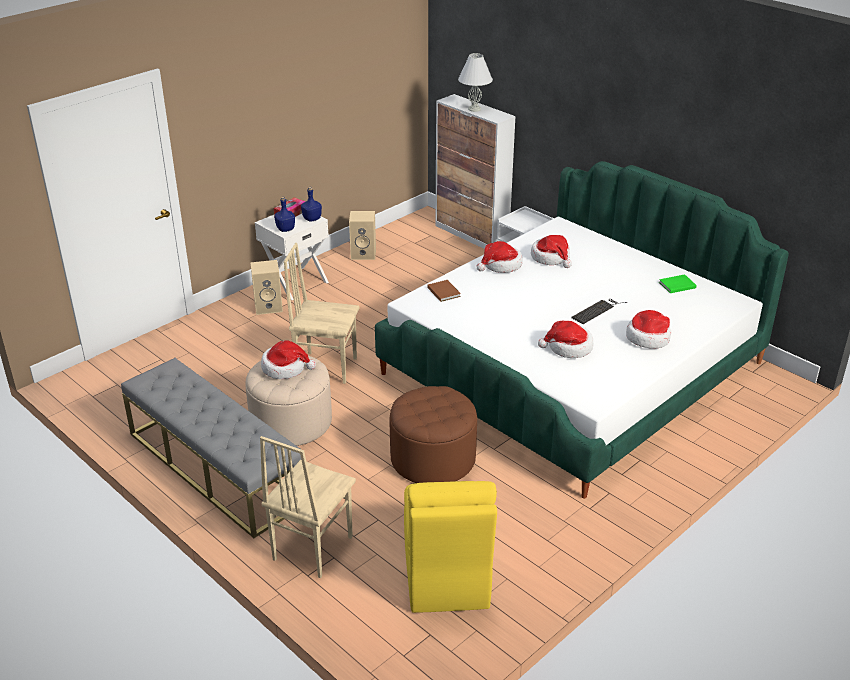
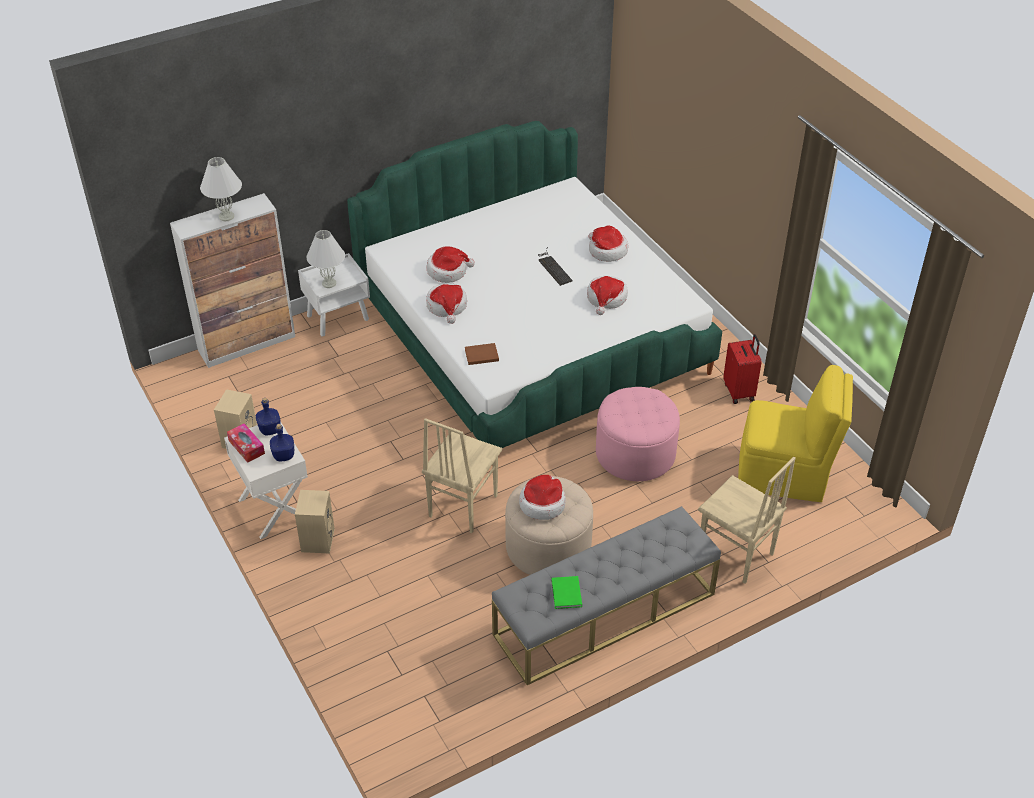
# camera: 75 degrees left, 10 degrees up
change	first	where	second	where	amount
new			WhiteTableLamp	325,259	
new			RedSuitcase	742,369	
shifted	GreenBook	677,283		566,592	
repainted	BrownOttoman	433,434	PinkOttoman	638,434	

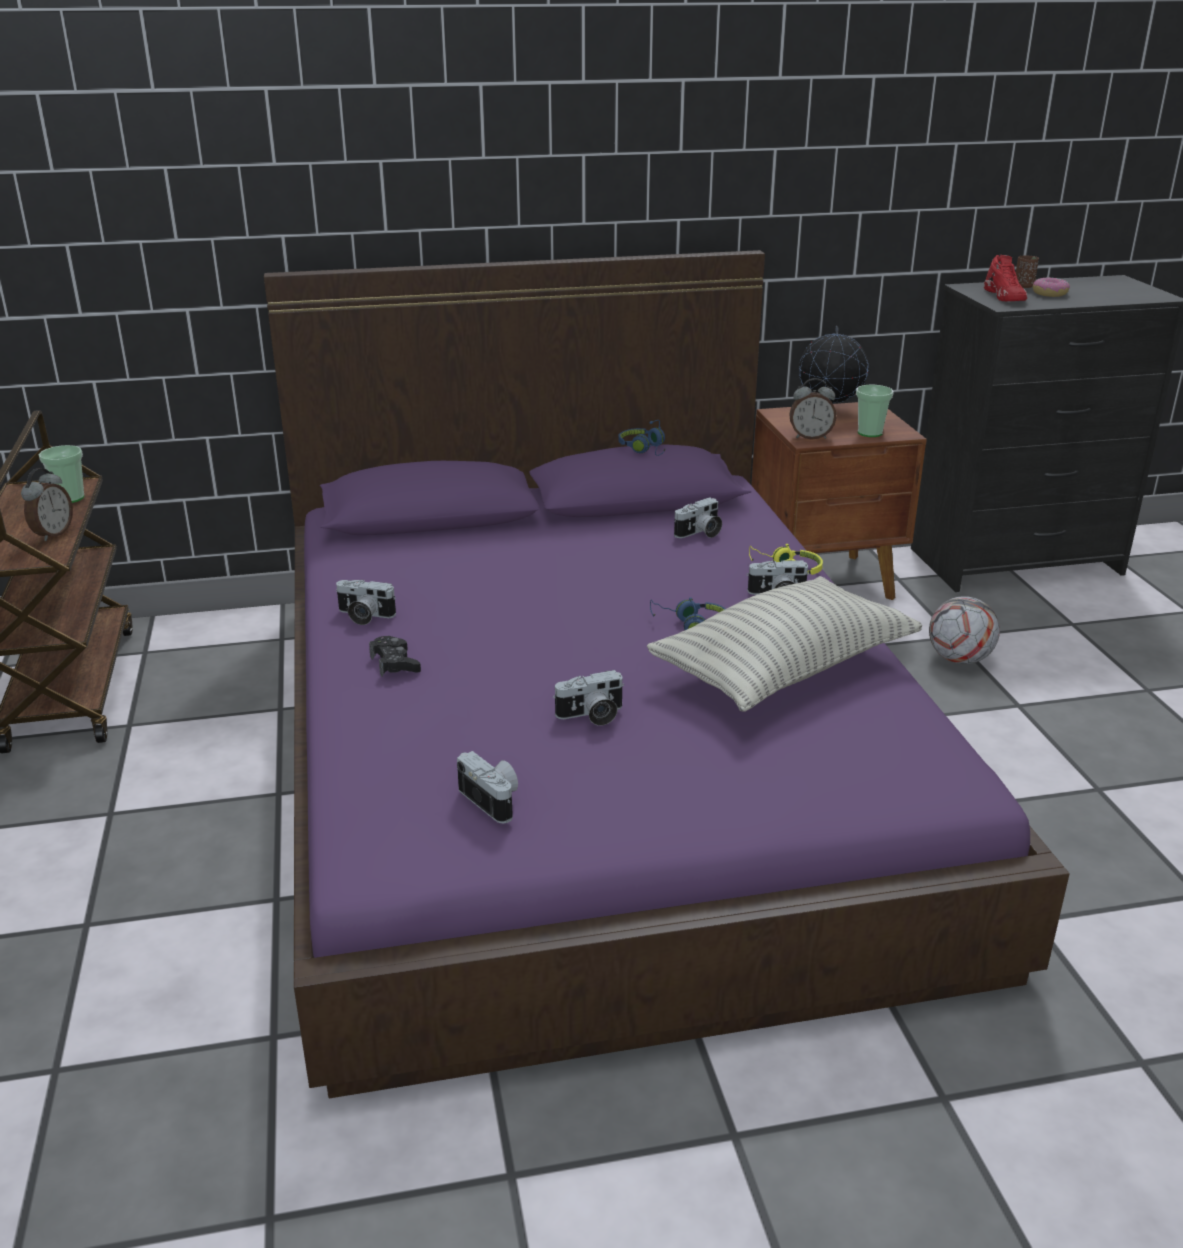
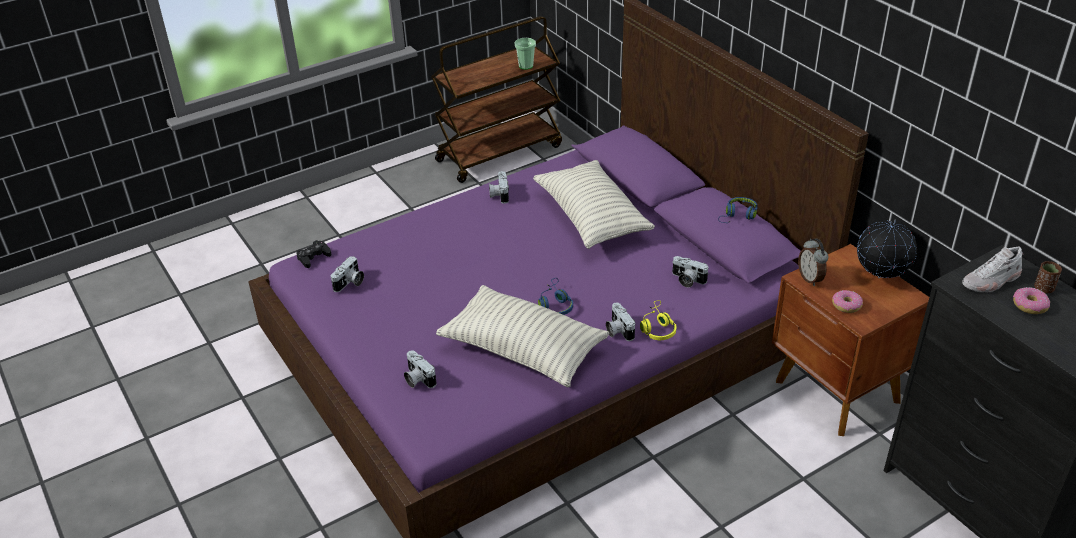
# camera: 70 degrees right, 10 degrees up
change	first	where	second	where	amount
gone	AlarmClock	47,504			
gone	Football	964,630			
new			Pillow	594,204	
shifted	BlackGameController	395,656		313,254	
shifted	PhotoCamera	588,698		420,369	
swapped	Cup	875,411	Donut	847,301	
repainted	RedShoe	1005,278	WhiteShoe	993,269	

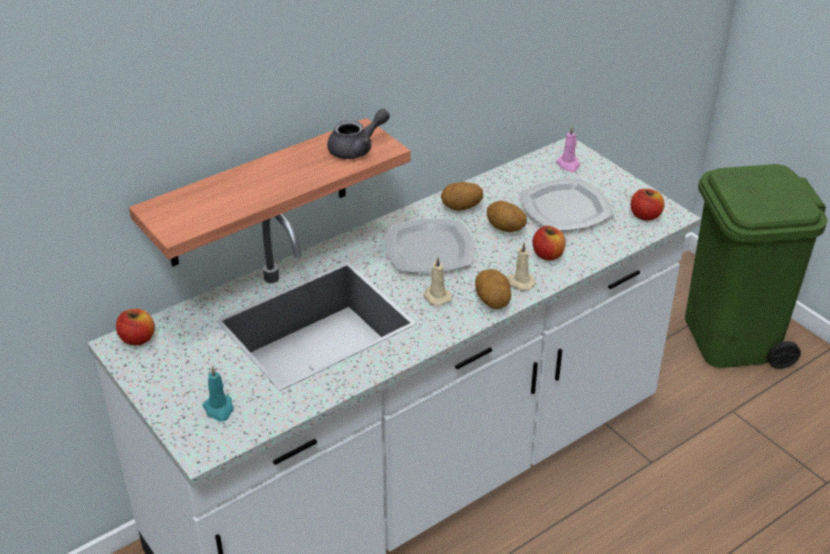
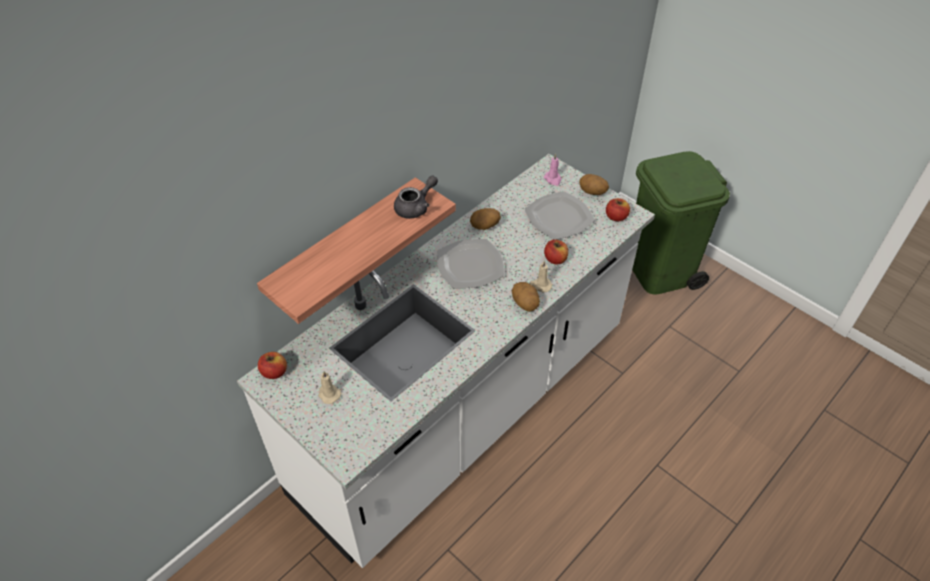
# camera: 10 degrees left, 10 degrees up
change	first	where	second	where	amount
gone	TurquoiseCandle	218,394			
shifted	BeigeCandle	438,281		329,387	
shifted	Potato	507,216		594,184	

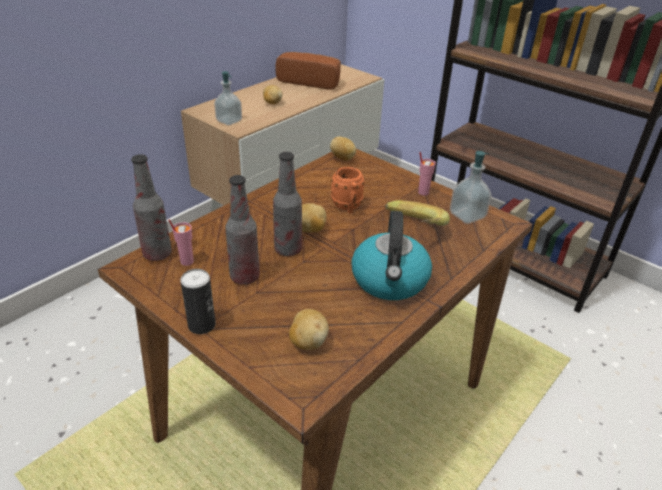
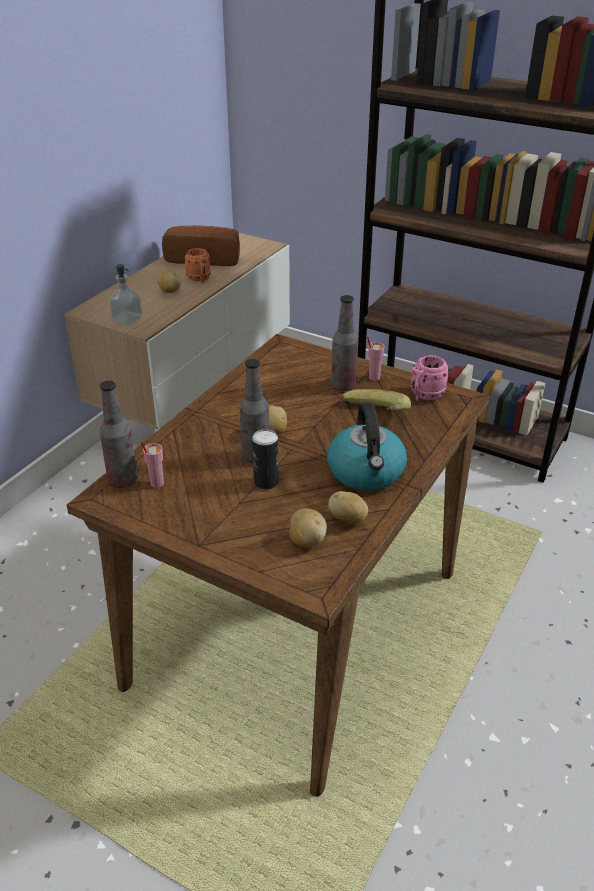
# camera: 10 degrees left, 0 degrees up
change	first	where	second	where	amount
shifted	Can	198,301		265,459	
shifted	Bottle	242,230		344,343	
shifted	Potato	343,149		348,508	
shifted	OrangeMug	348,190		197,265	
swapped	SoapDispenser	471,187	PinkMug	430,378	

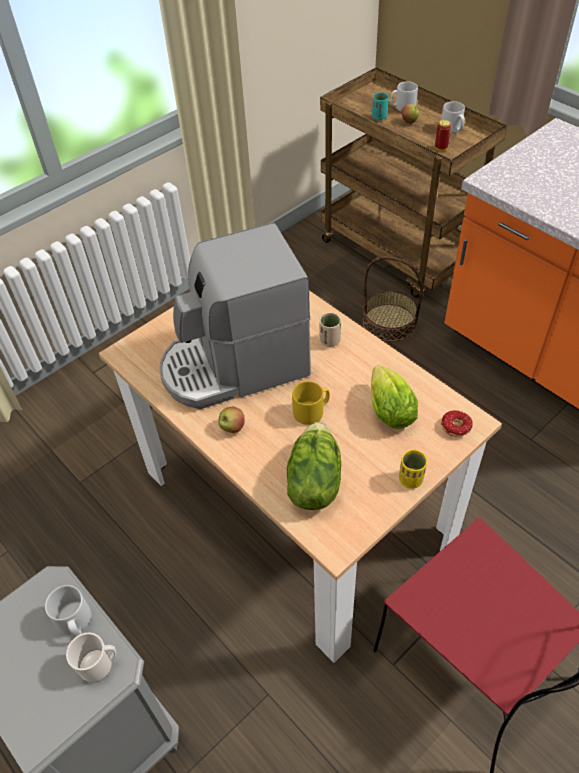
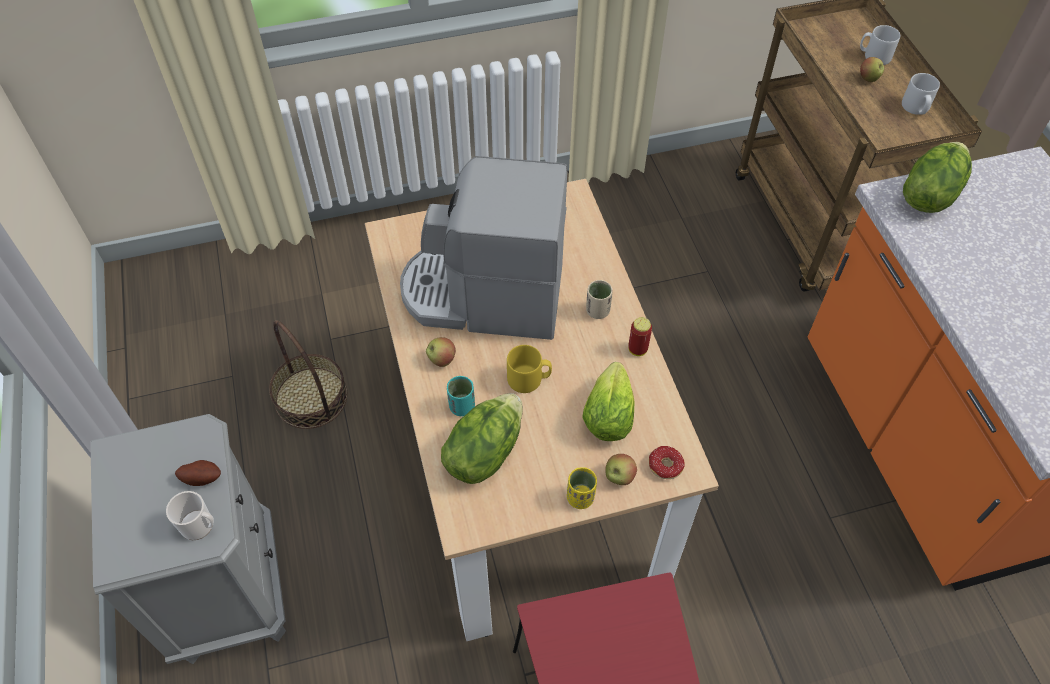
# camera: 25 degrees right, 5 degrees up
change	first	where	second	where	amount
new			Apple	621,469	
new			Lettuce	937,177	
shifted	Basket	393,299		308,374	
shifted	TurquoiseCup	380,106		461,396	
shifted	Can	443,135		640,336	
swapped	GreyMug	68,611	Potato	198,473	

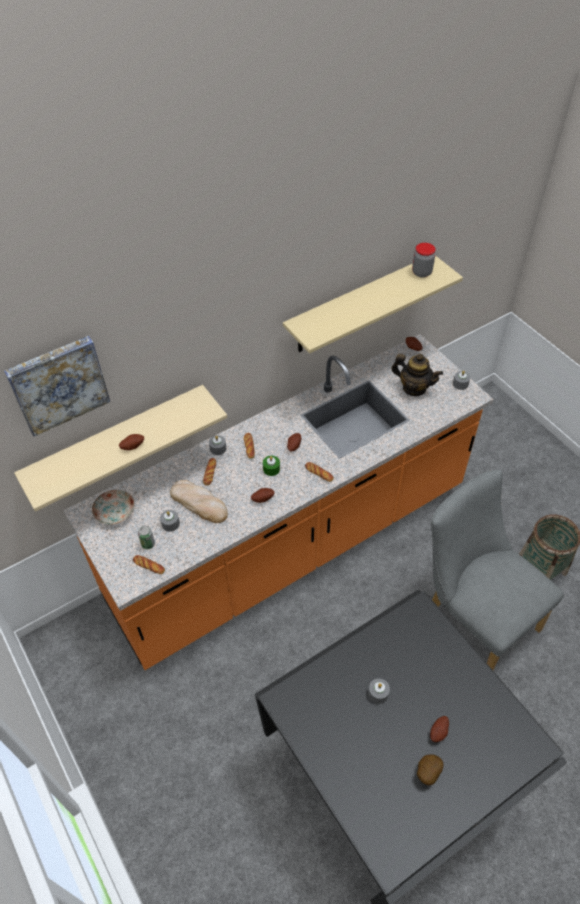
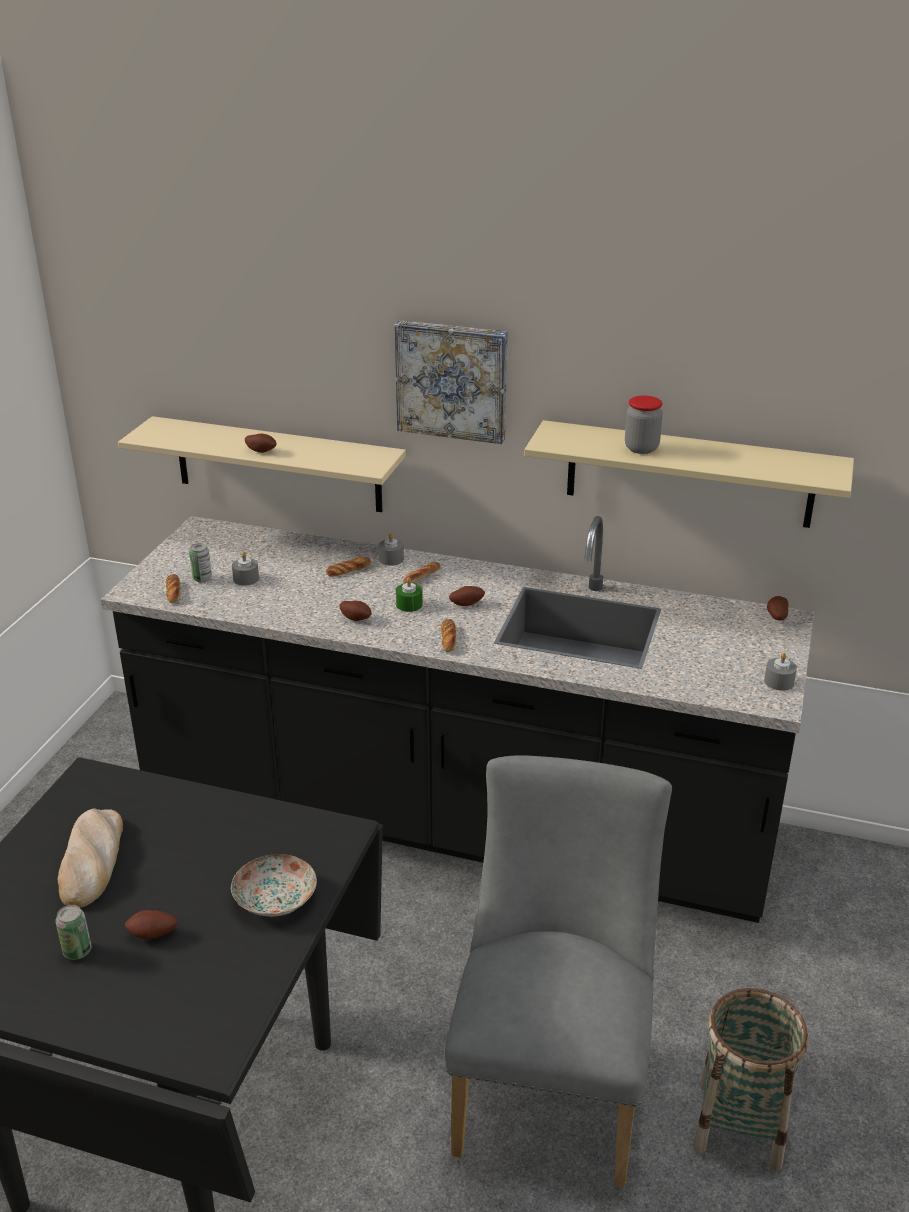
# camera: 50 degrees right, 20 degrees down
change	first	where	second	where	amount
gone	GreyCandle	379,691			
gone	Teapot	417,375			
shifted	Picture	57,386		451,382	
shifted	Plate	113,507		274,885	
shifted	Bread	199,501		90,858	
shifted	Jar	424,260		644,425	
swapped	Potato	430,769	Can	73,932	
repainted	OrangeCounter	278,502	BlackCounter	457,719	

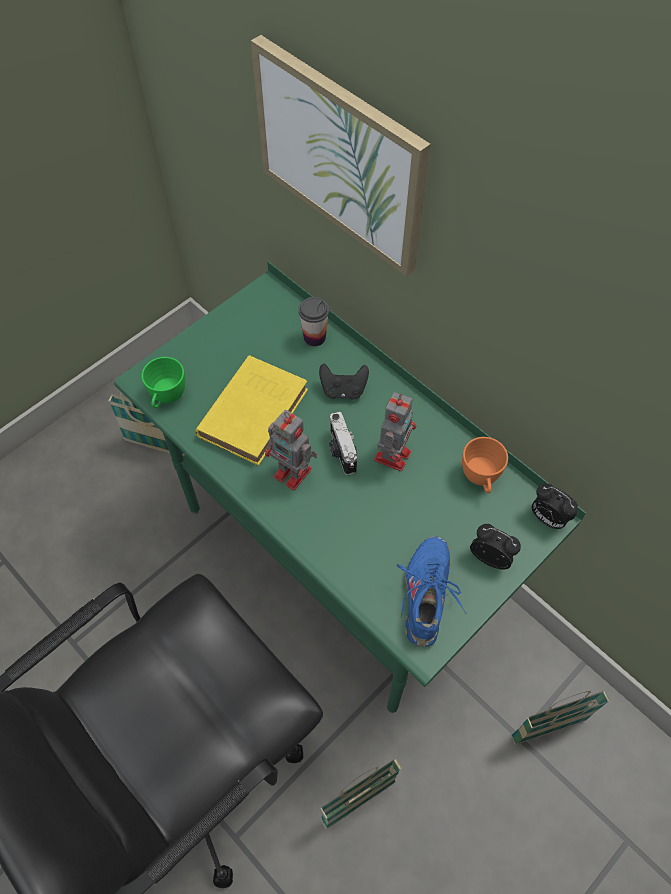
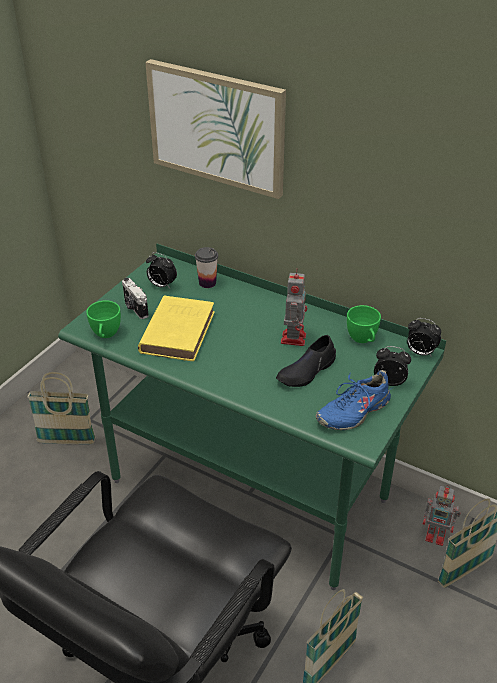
# camera: 15 degrees left, 20 degrees down
change	first	where	second	where	amount
gone	BlackGameController	344,381			
new			AlarmClock	161,270	
new			BlackShoe	306,361	
shifted	ToyRobot	291,450		442,515	
shifted	PhotoCamera	343,443		135,298	
repainted	OrangeCup	485,465	GreenCup	364,324	
rotated	BlueShoe	431,591		355,400	120 degrees counterclockwise

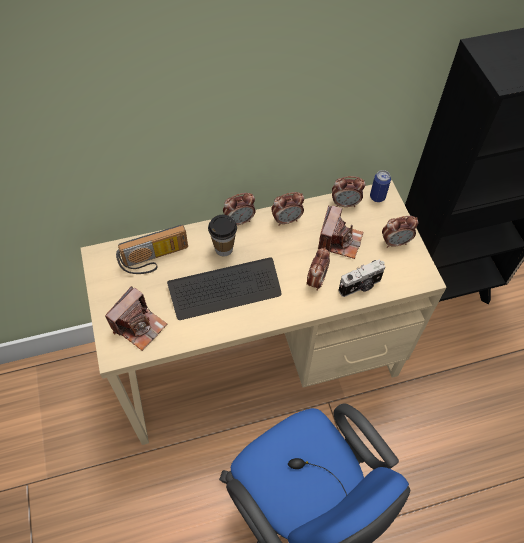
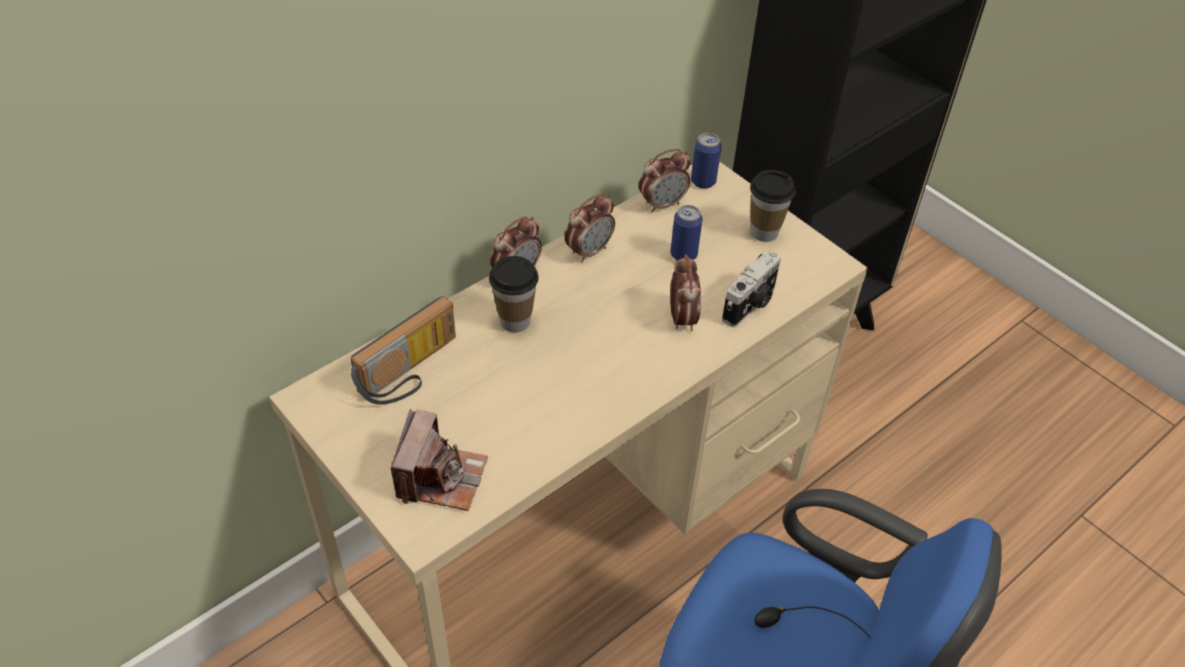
# camera: 25 degrees left, 10 degrees down
change	first	where	second	where	amount
gone	Keyboard	224,288			
swapped	PhotoCamera	340,232	Can	687,233	
swapped	AlarmClock	400,232	Cup	773,206	

